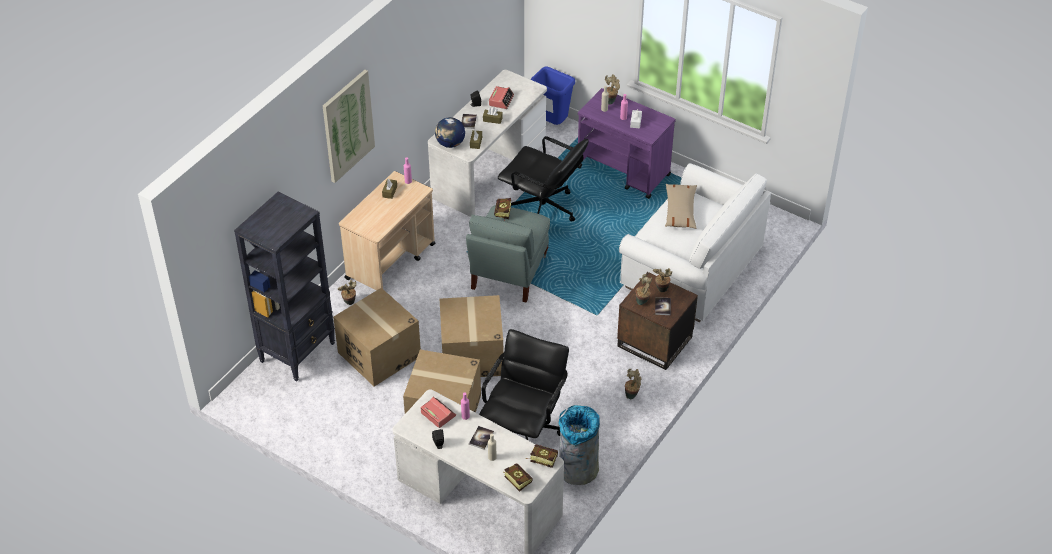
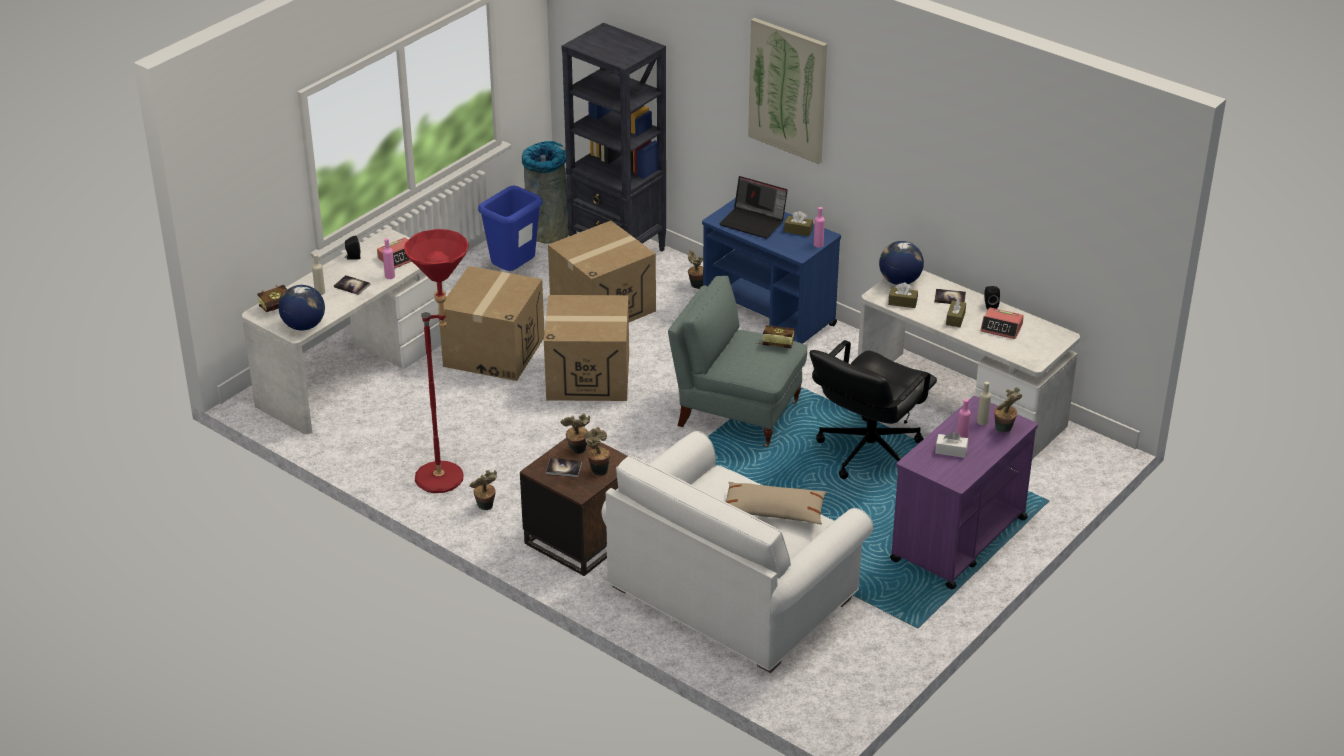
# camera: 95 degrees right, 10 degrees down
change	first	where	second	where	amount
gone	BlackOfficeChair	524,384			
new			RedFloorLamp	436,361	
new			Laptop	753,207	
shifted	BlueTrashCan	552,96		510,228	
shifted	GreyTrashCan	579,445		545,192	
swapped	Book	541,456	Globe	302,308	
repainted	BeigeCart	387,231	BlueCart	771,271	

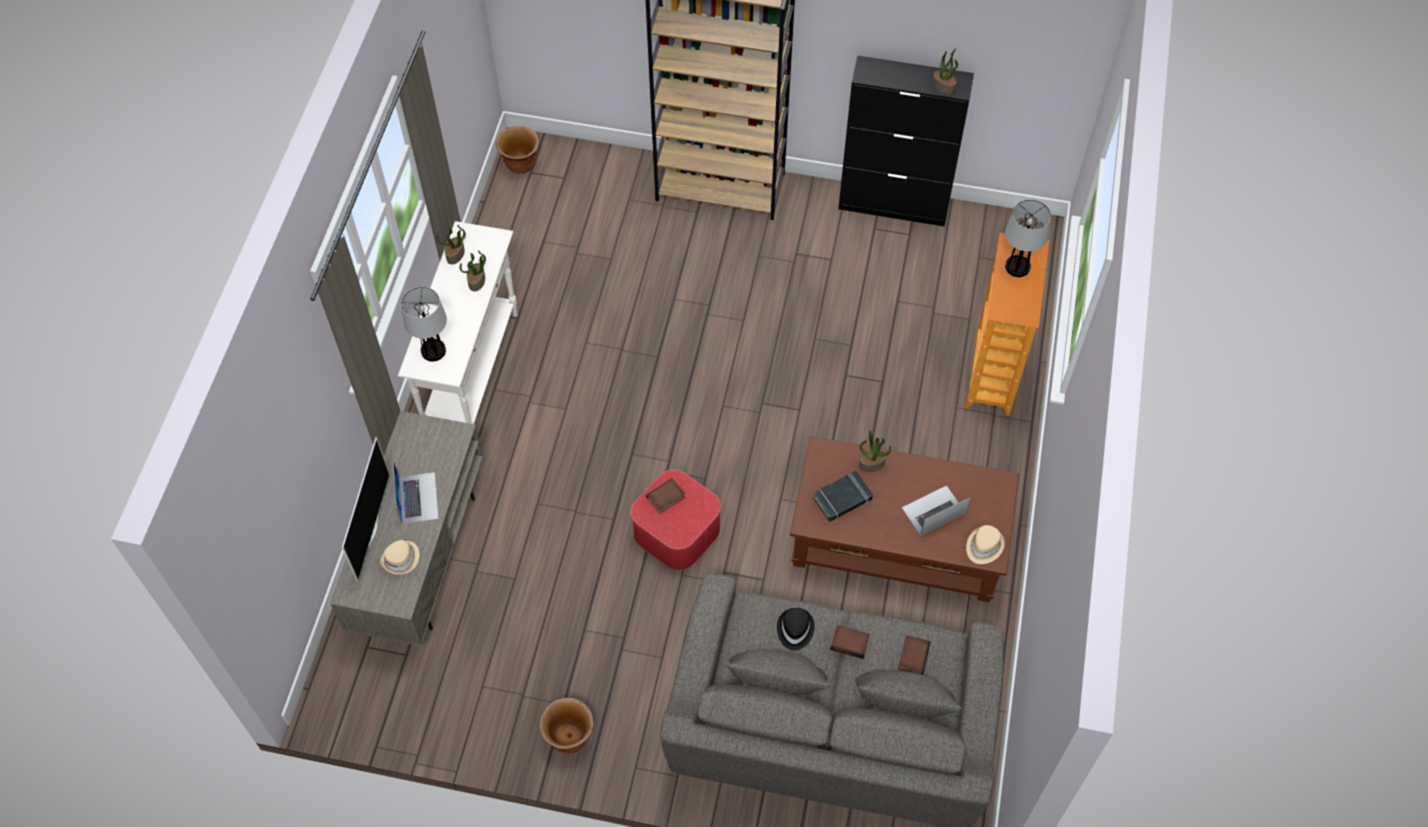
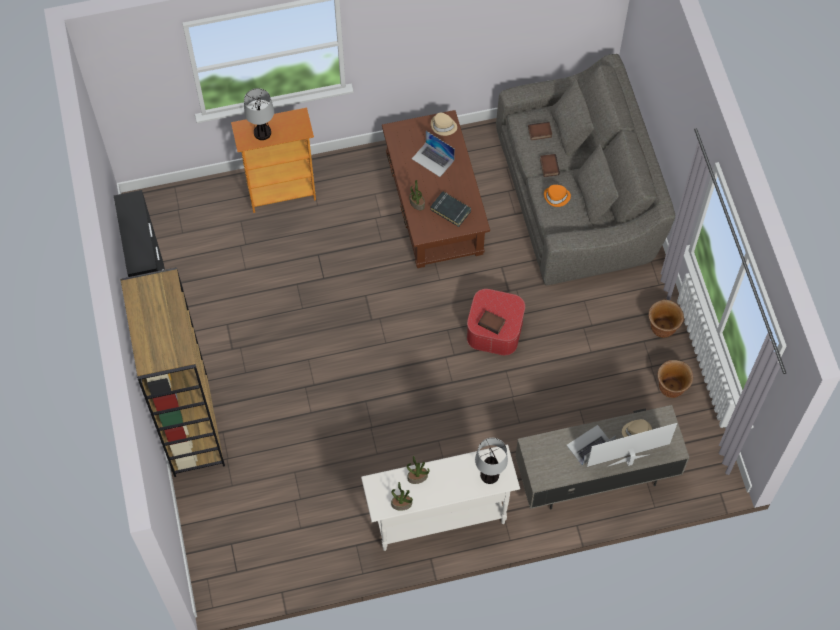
# camera: 115 degrees left, 5 degrees up
change	first	where	second	where	amount
gone	PottedPlant	945,71			
shifted	BrownPlanter	517,150		675,379	
repainted	BlackHat	796,629	OrangeHat	557,196	

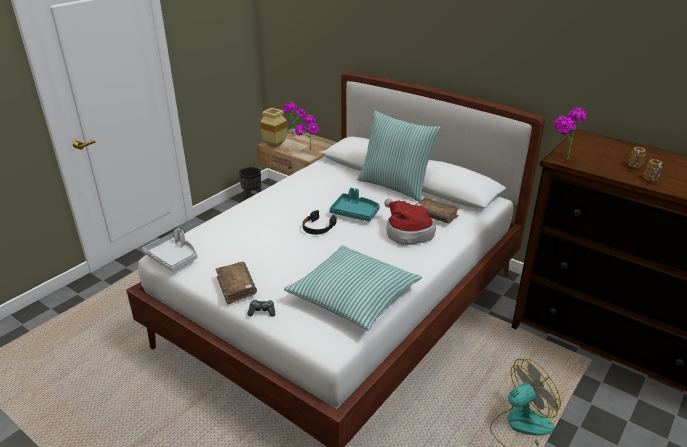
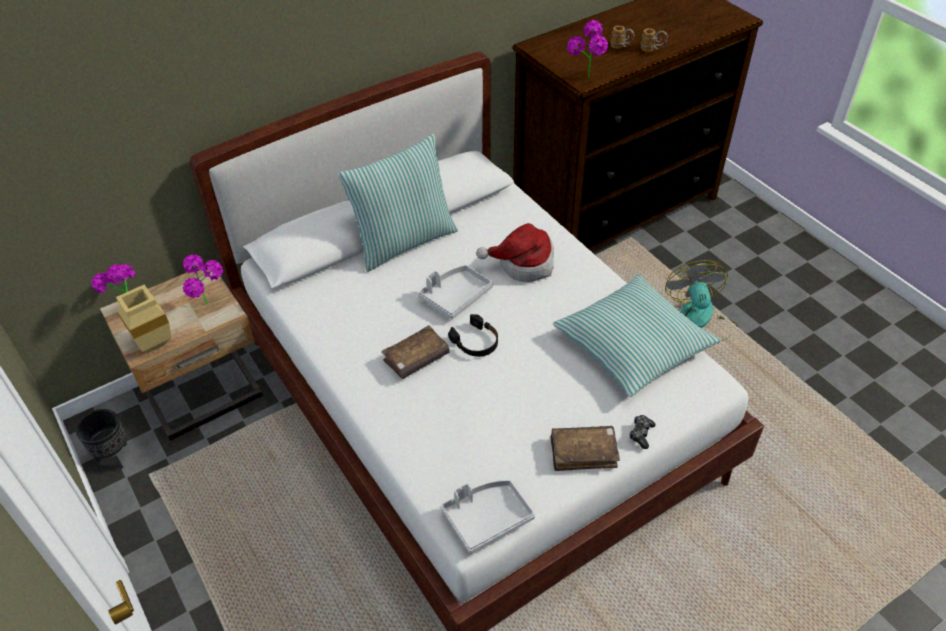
# camera: 70 degrees left, 15 degrees up
change	first	where	second	where	amount
shifted	BrownBook	437,210		415,352	
repainted	TurquoiseTray	354,205	GreyTray	455,292	

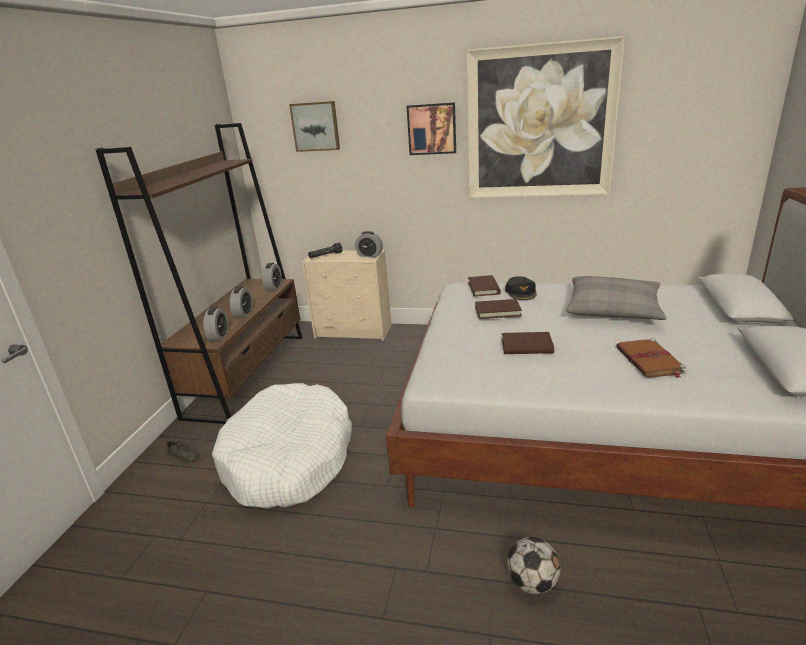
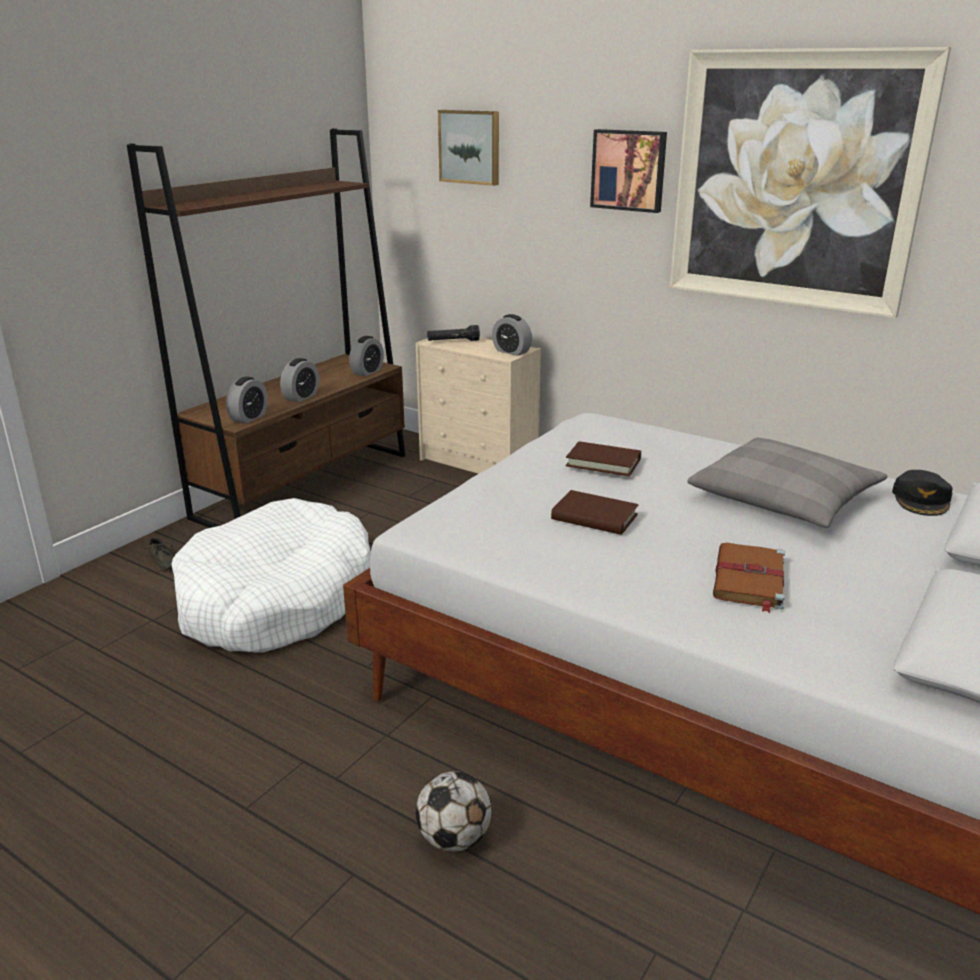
# camera: 20 degrees right, 0 degrees up
change	first	where	second	where	amount
gone	BrownBook	484,286			
shifted	BlackCap	521,288		922,493	

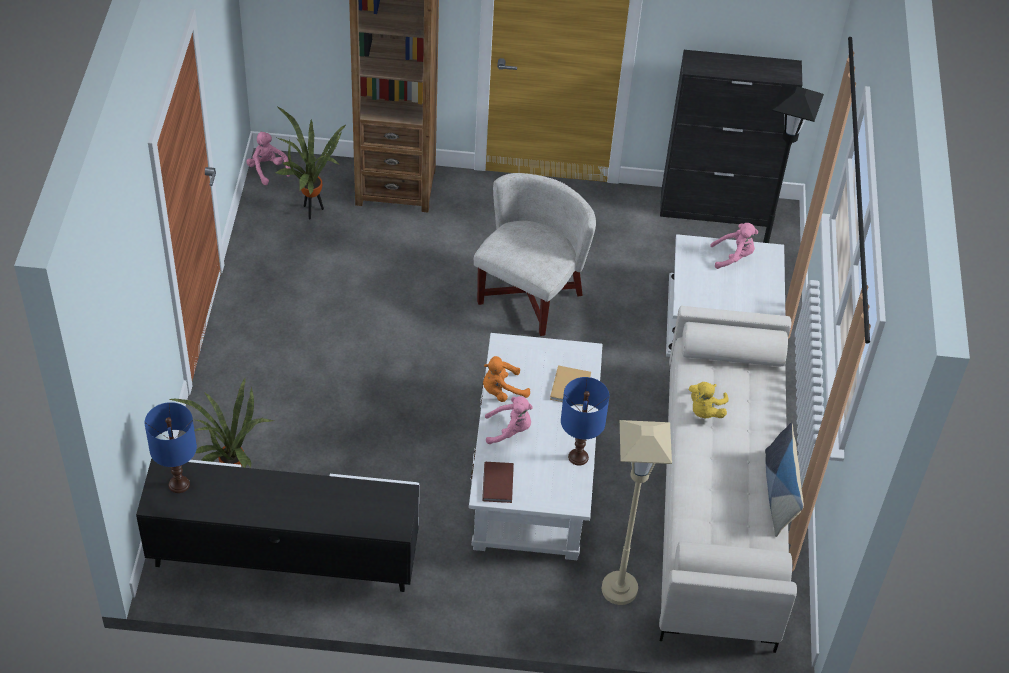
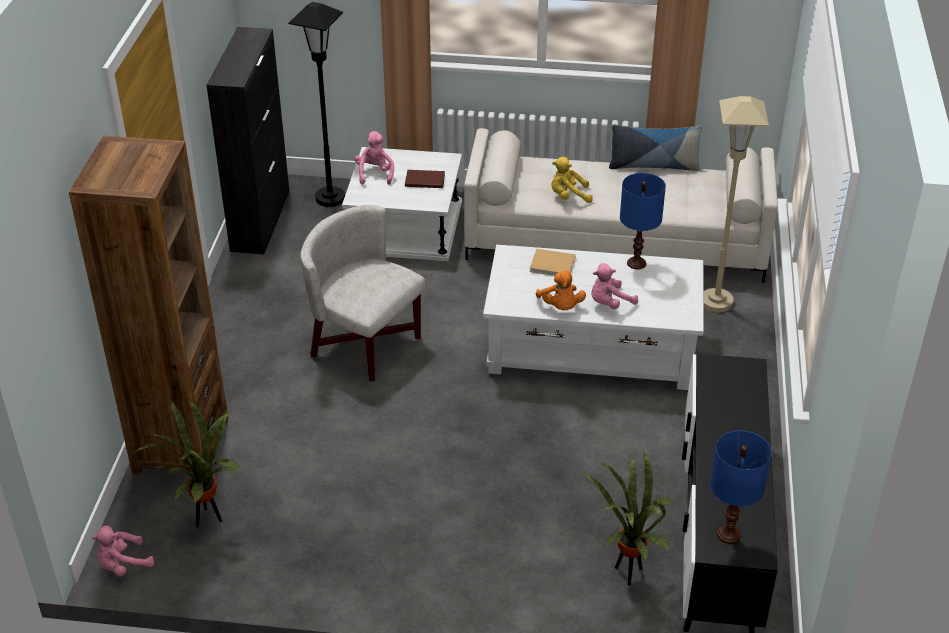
# camera: 85 degrees left, 10 degrees down
change	first	where	second	where	amount
shifted	BrownBook	498,482		425,179	
rotated	PinkPlushToy	509,420		614,286	120 degrees counterclockwise
rotated	YellowPlushToy	708,400		572,180	150 degrees clockwise

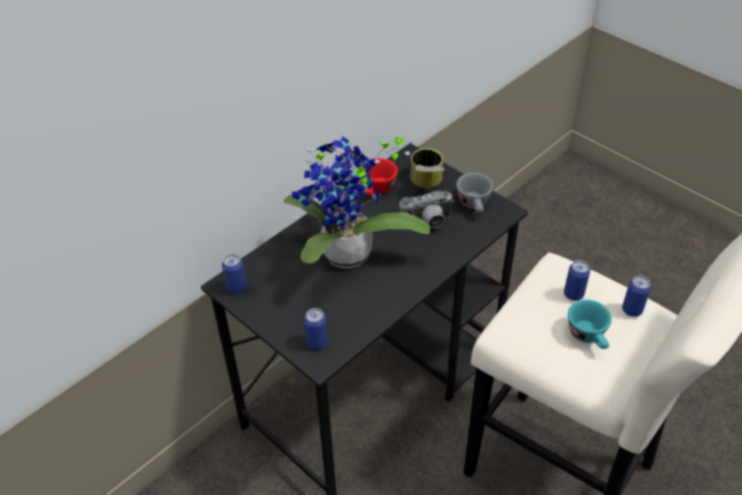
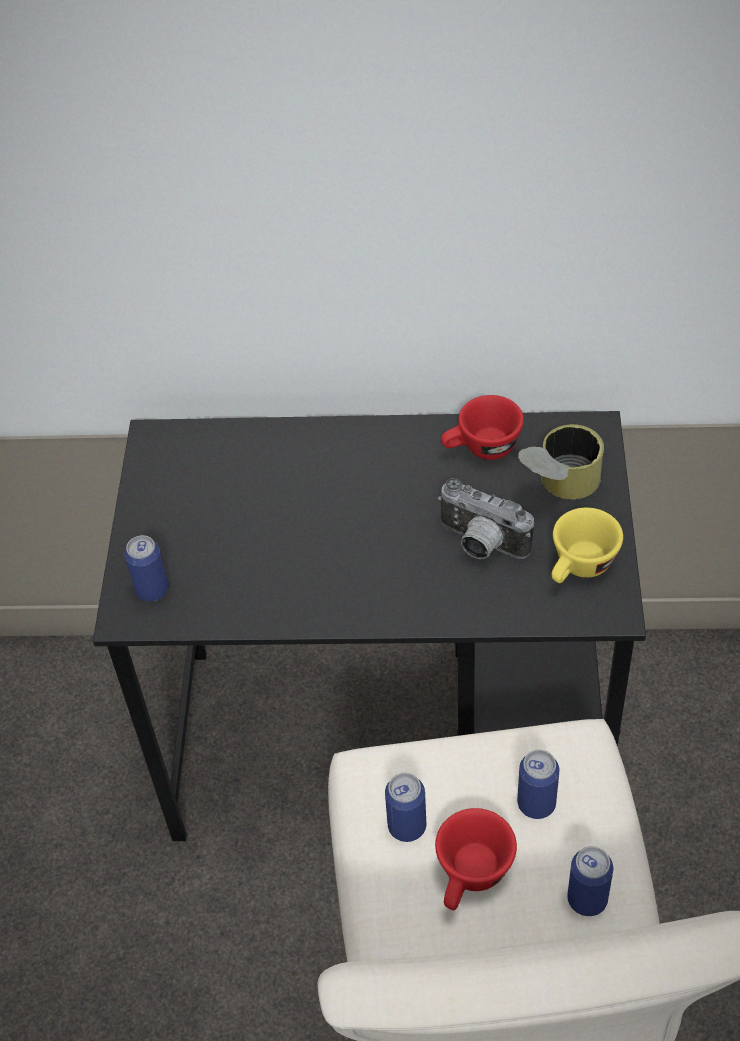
# camera: 50 degrees right, 5 degrees up
change	first	where	second	where	amount
gone	PottedPlant	357,203			
shifted	Can	234,274		405,807	
repainted	GreyCup	474,192	YellowCup	587,545	
repainted	TurquoiseCup	590,324	RedCup	476,859	

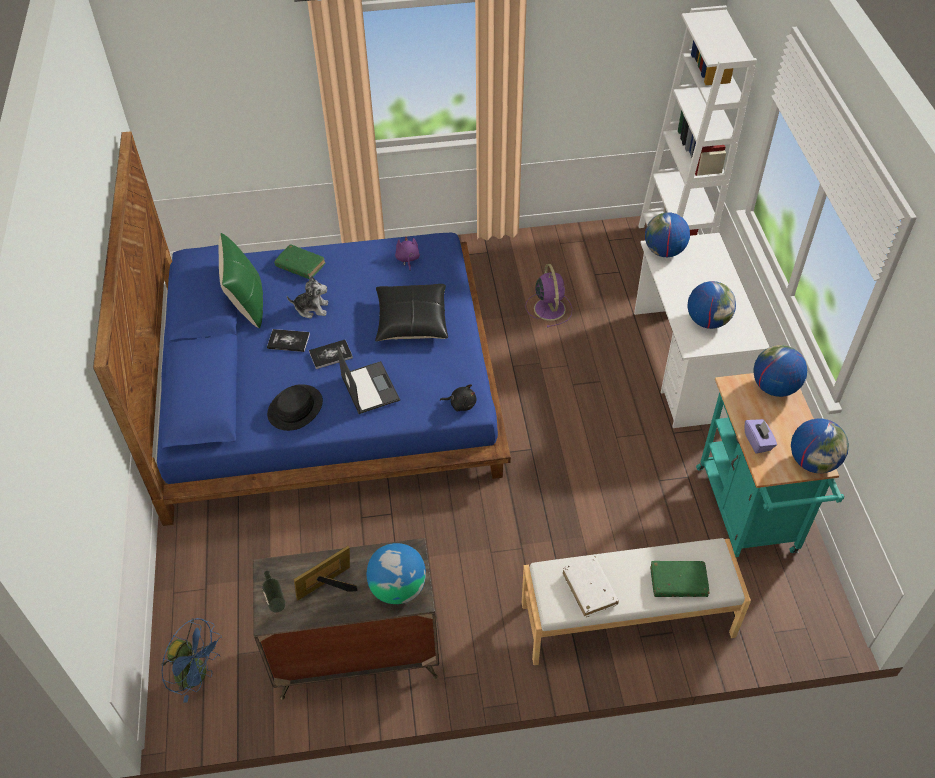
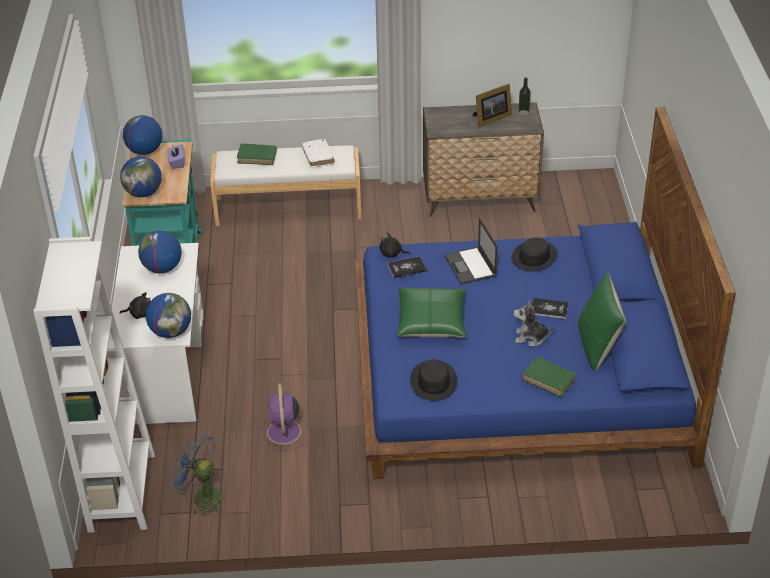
# camera: 175 degrees left, 10 degrees down
change	first	where	second	where	amount
gone	Globe	396,573			
new			BlackPlushToy	135,305	
shifted	BlueFan	191,660		196,474	
shifted	Book	331,354		407,267	
swapped	PurplePlushToy	407,253	BlackHat	434,380	
repainted	BlackPillow	411,313	GreenPillow	431,312	

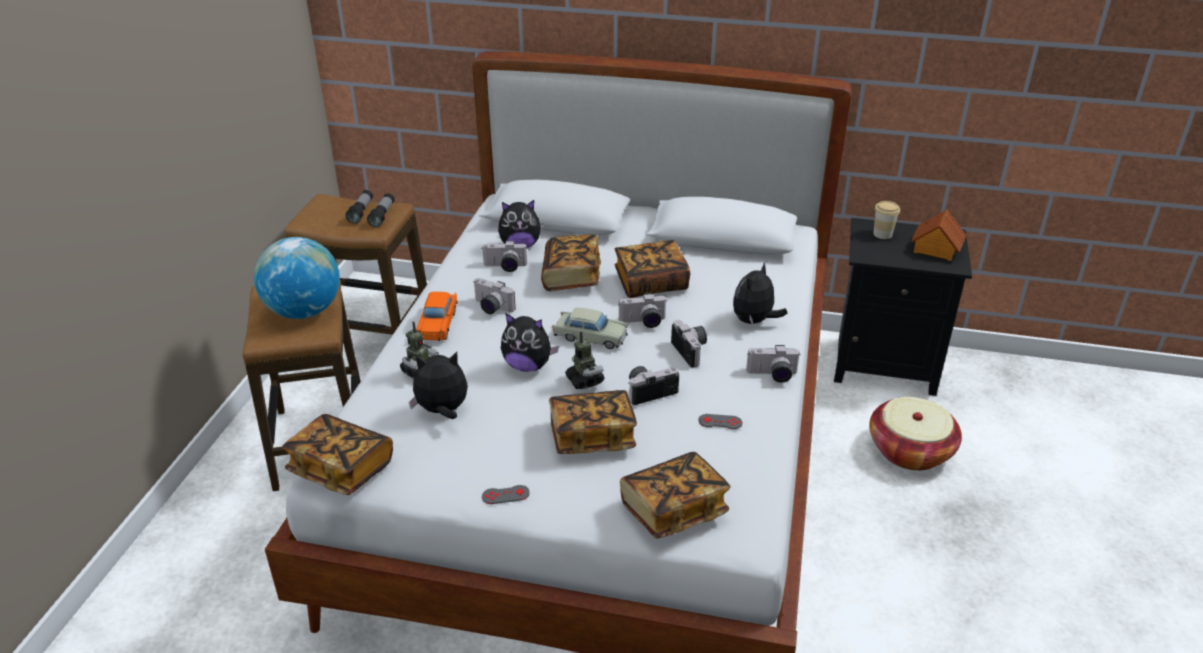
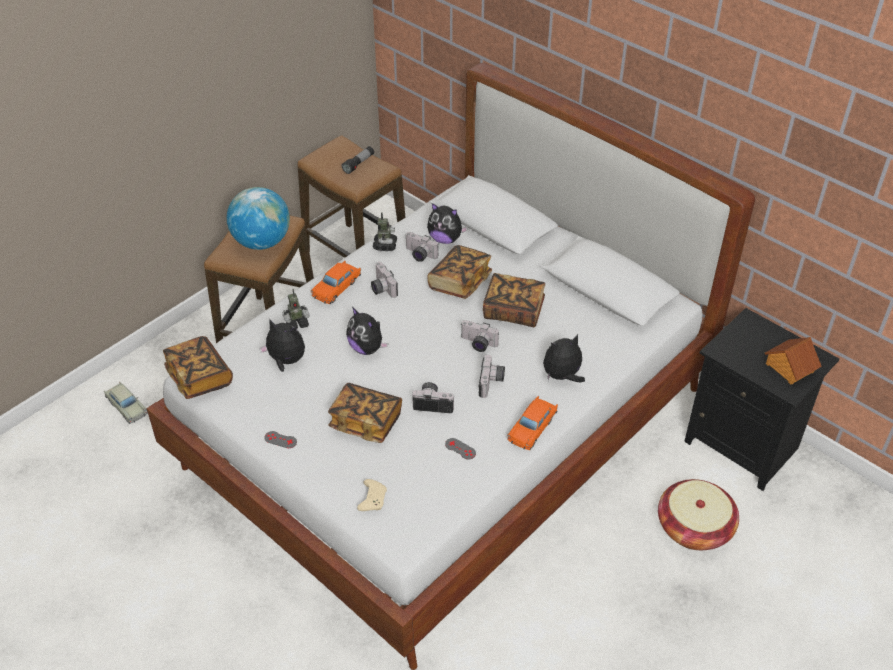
# camera: 30 degrees right, 10 degrees up
change	first	where	second	where	amount
gone	Flashlight	381,210			
gone	Cup	886,220			
shifted	BeigeToyCar	590,328		126,403	
shifted	ToyRobot	584,360		385,232	
swapped	Book	675,495	BeigeGameController	372,495	
swapped	PhotoCamera	773,364	OrangeToyCar	532,423	

